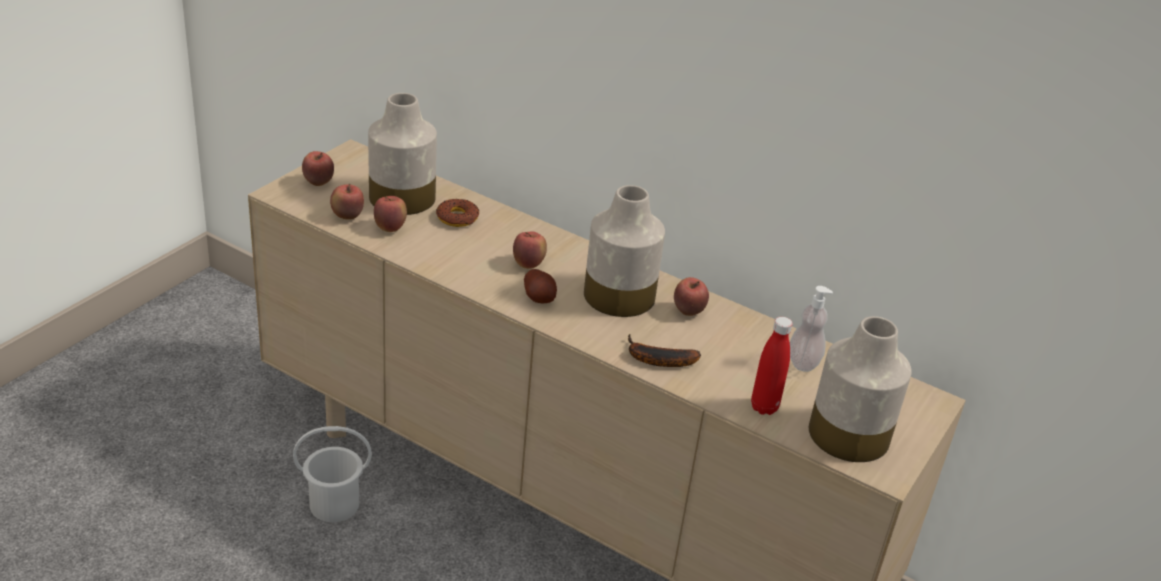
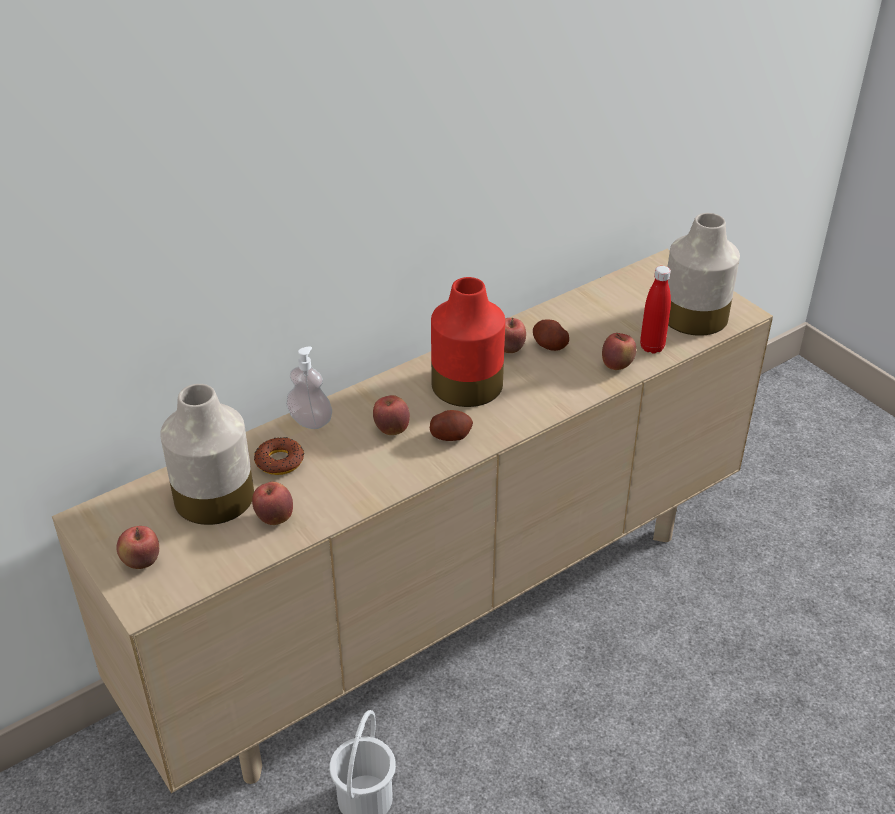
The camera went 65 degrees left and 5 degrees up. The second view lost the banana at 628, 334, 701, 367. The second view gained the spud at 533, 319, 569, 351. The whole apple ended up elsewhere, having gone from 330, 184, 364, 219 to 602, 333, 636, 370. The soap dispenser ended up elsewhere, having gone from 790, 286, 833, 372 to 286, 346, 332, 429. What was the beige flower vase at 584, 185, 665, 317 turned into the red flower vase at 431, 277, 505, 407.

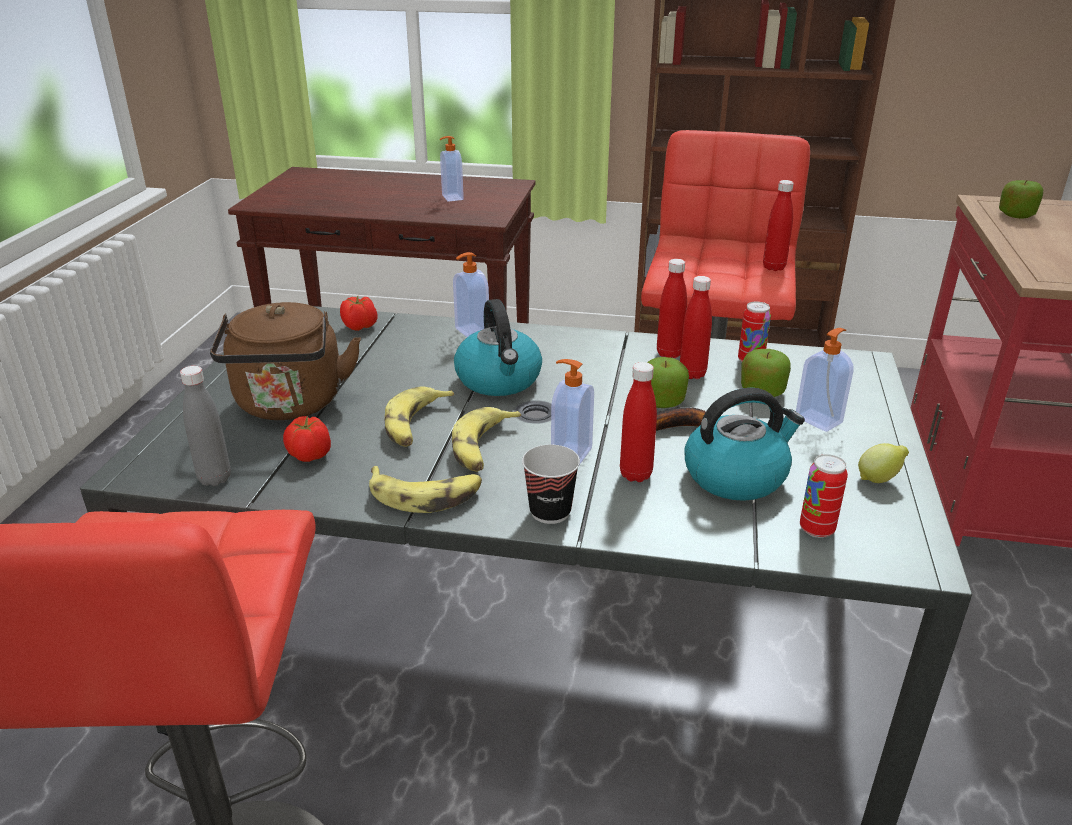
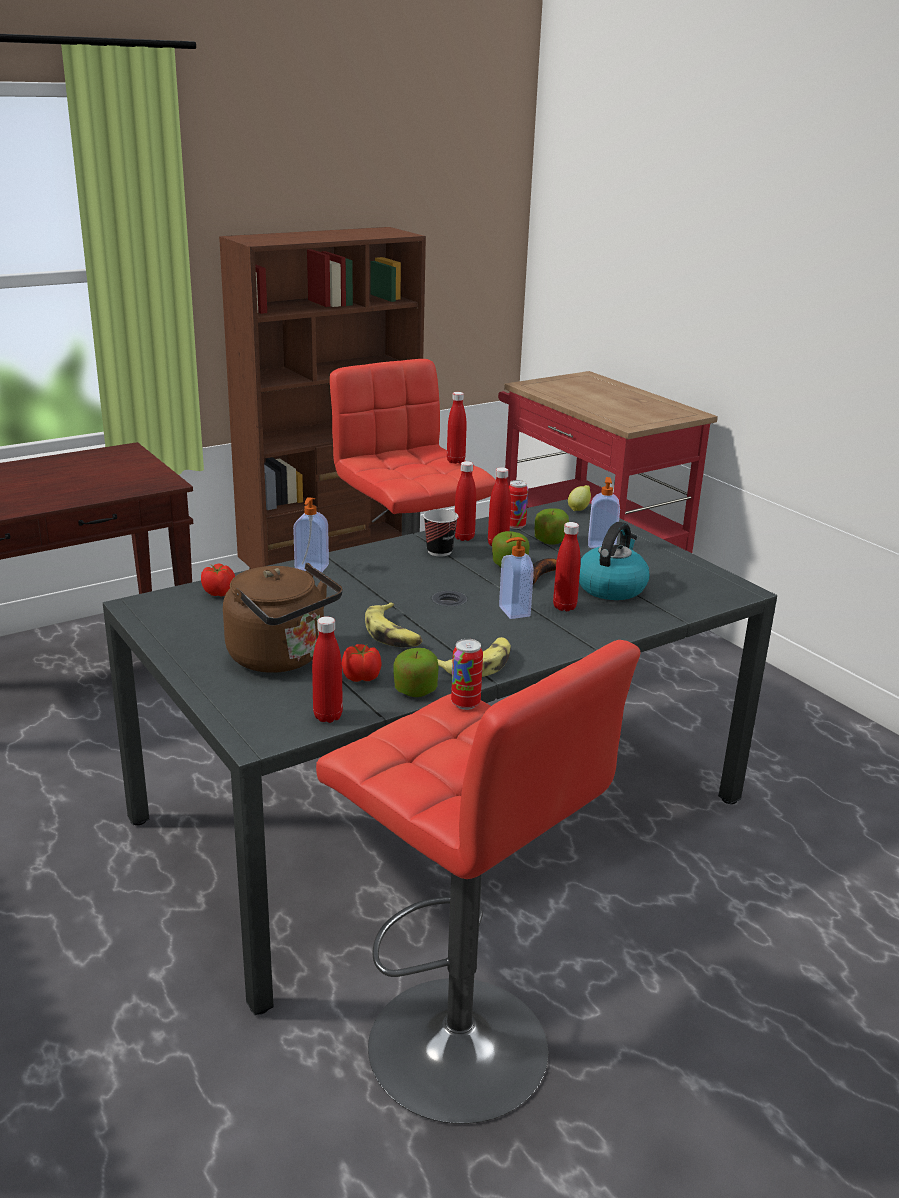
The camera went 45 degrees left and 5 degrees down. The second view lost the soap dispenser at 440, 136, 464, 202. The second view lost the banana at 452, 407, 521, 472. The second view lost the kettle at 454, 299, 542, 396. The small cup ended up elsewhere, having gone from 522, 445, 580, 524 to 423, 509, 458, 556. The sealed can ended up elsewhere, having gone from 800, 454, 848, 538 to 451, 639, 483, 710. The whole lemon ended up elsewhere, having gone from 858, 443, 909, 483 to 568, 485, 591, 511. The whole apple ended up elsewhere, having gone from 999, 180, 1043, 218 to 393, 648, 439, 697. What was the greyish bottle at 180, 366, 231, 486 turned into the red bottle at 312, 616, 343, 723.

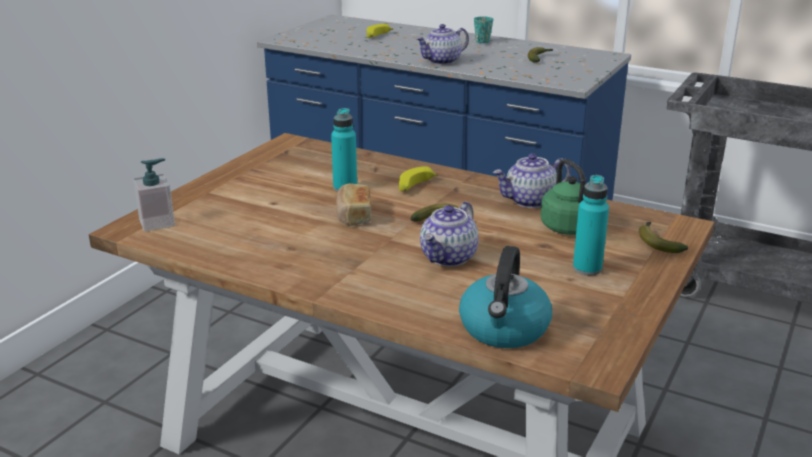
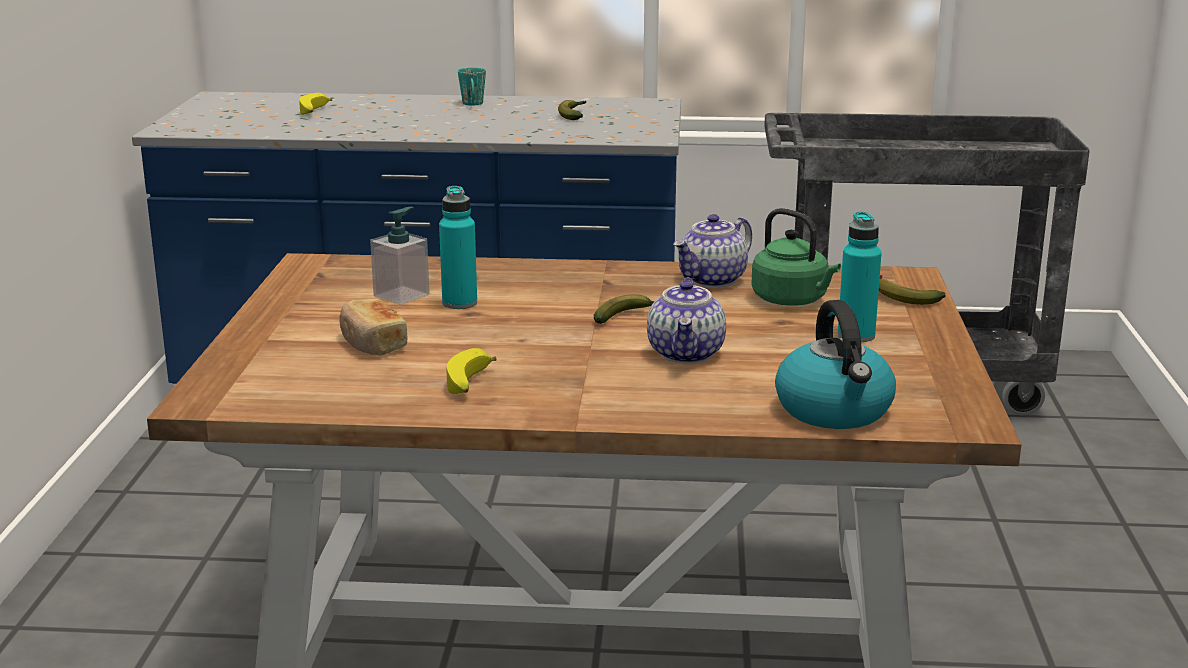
The camera went 25 degrees left and 5 degrees down. The second view lost the tea pot at 416, 24, 469, 65. The soap dispenser ended up elsewhere, having gone from 133, 158, 175, 232 to 370, 207, 430, 305. The bread ended up elsewhere, having gone from 336, 183, 371, 226 to 339, 299, 407, 355. The banana ended up elsewhere, having gone from 399, 166, 438, 191 to 447, 348, 496, 394.

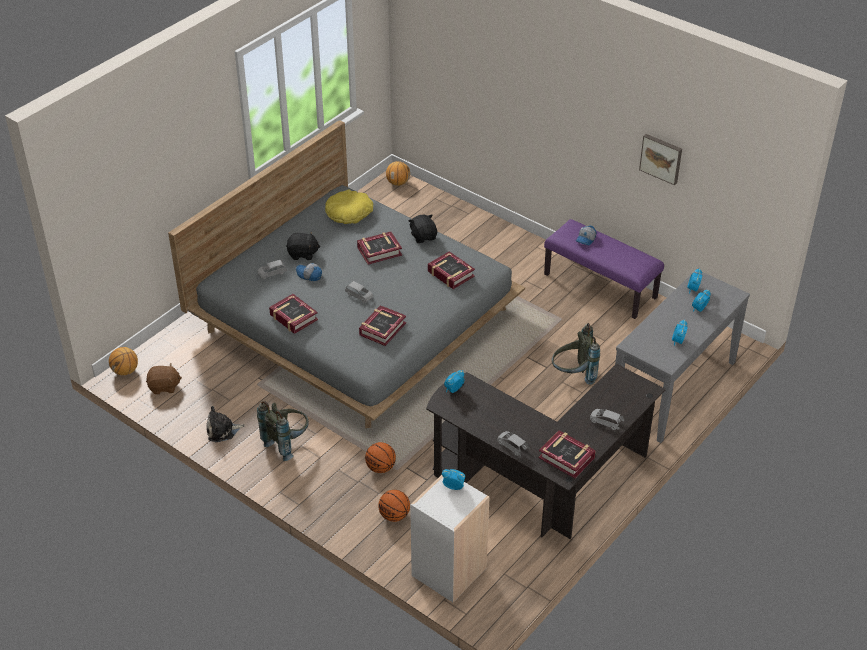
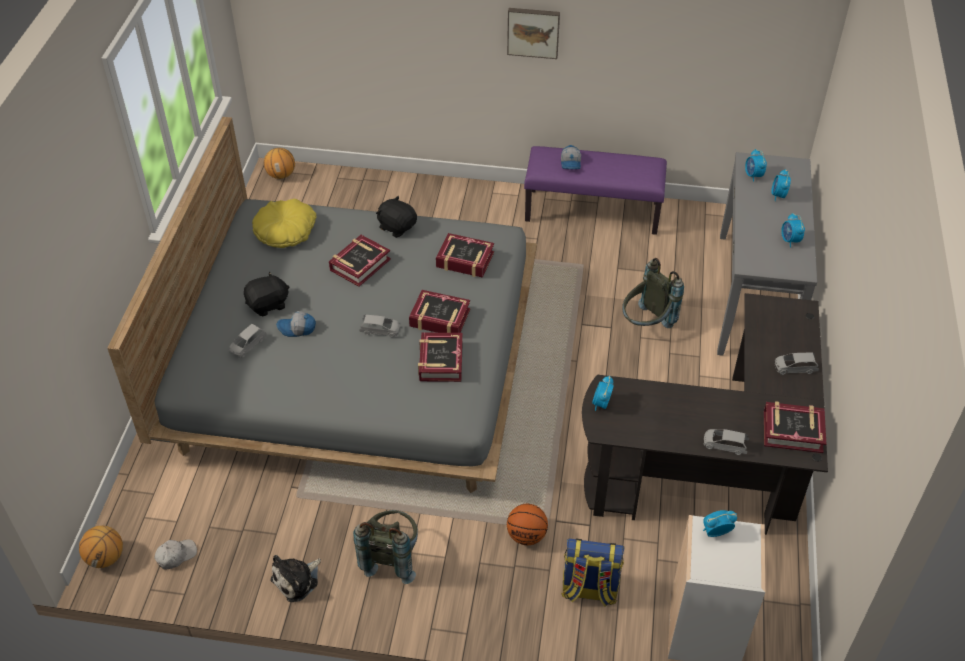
The camera went 30 degrees left and 5 degrees up. The book ended up elsewhere, having gone from 269, 294, 318, 334 to 409, 290, 470, 333. The wall picture ended up elsewhere, having gone from 639, 134, 682, 185 to 507, 8, 560, 59. Where the brownish plush toy stood at 146, 363, 182, 395, the white-coloured peaked cap came to stand at 154, 539, 197, 570. Where the ball for basketball stood at 378, 490, 410, 522, the knapsack came to stand at 561, 539, 625, 606.

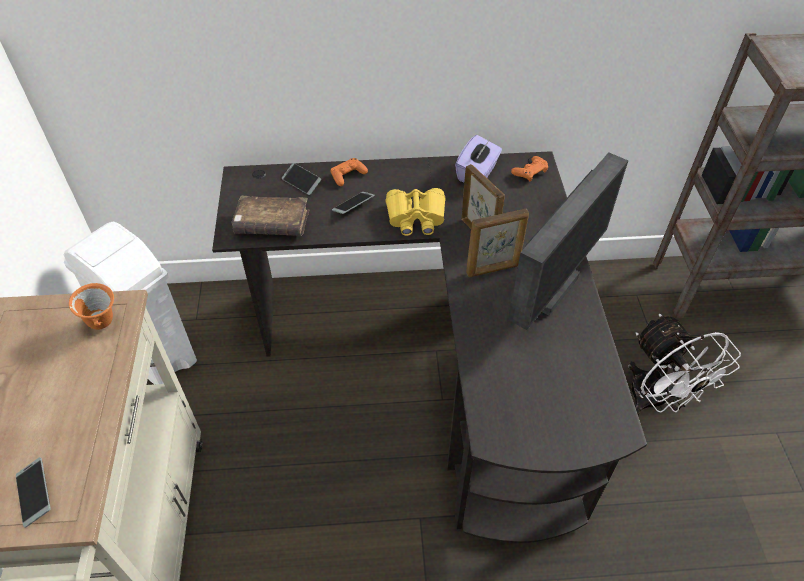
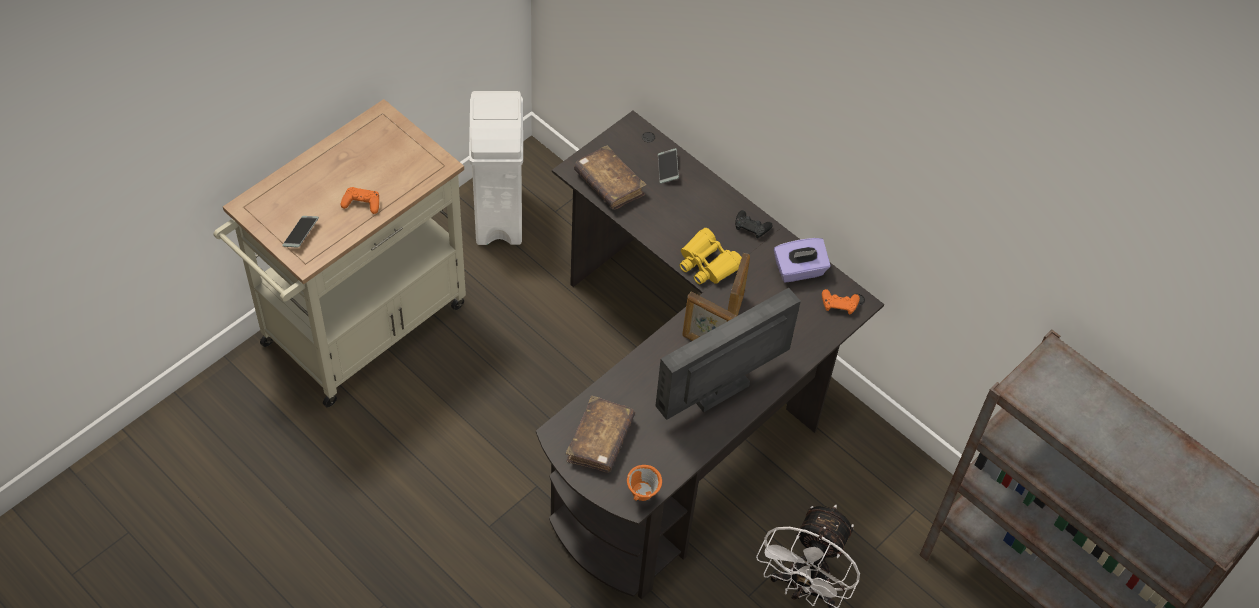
The camera went 45 degrees right and 5 degrees up. The second view lost the phone at 332, 192, 375, 214. The second view gained the brownish book at 566, 396, 635, 472. The second view gained the black joypad at 735, 210, 773, 239. The orange-coloured tea mug ended up elsewhere, having gone from 69, 283, 114, 330 to 627, 465, 662, 501. The orange-coloured joypad ended up elsewhere, having gone from 331, 158, 368, 186 to 341, 187, 379, 214. The computer screen at 508, 152, 628, 330 ended up facing another way, 150 degrees clockwise from before.

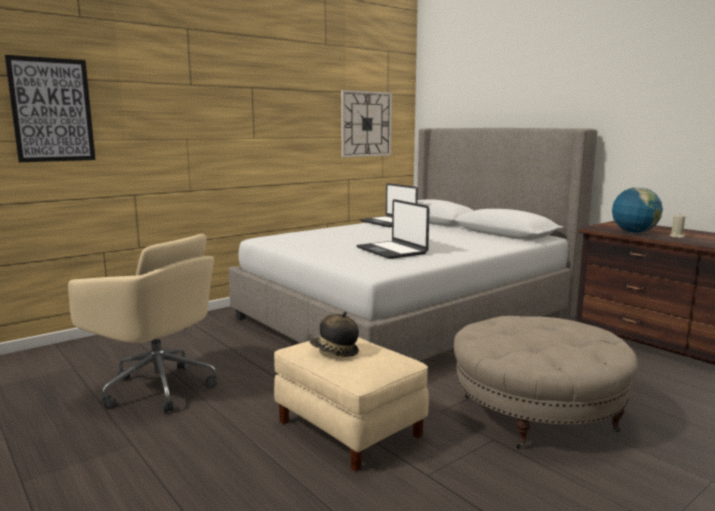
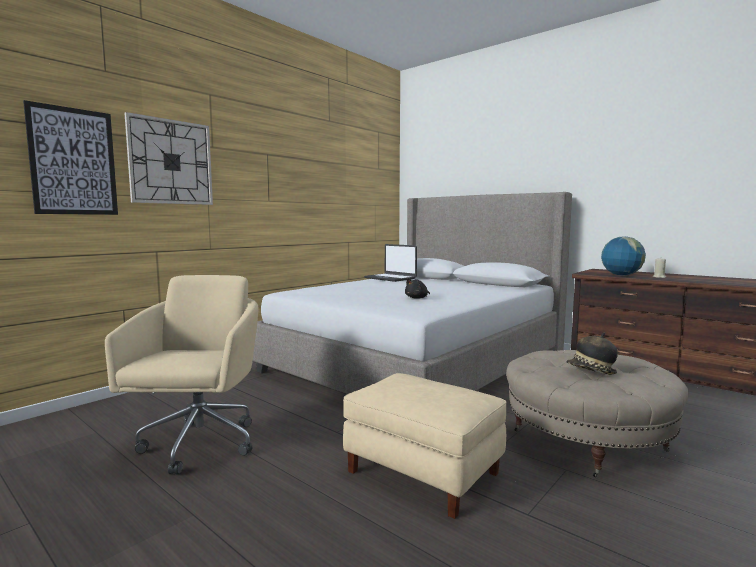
The camera went 10 degrees left and 5 degrees down. The clothing hat ended up elsewhere, having gone from 310, 312, 359, 357 to 566, 333, 618, 375. The clock on the wall ended up elsewhere, having gone from 341, 90, 392, 157 to 125, 112, 213, 205. Where the portable computer stood at 356, 199, 430, 259, the black plush toy came to stand at 405, 278, 430, 299. The beige desk chair at 68, 234, 217, 413 ended up facing another way, 105 degrees counterclockwise from before.

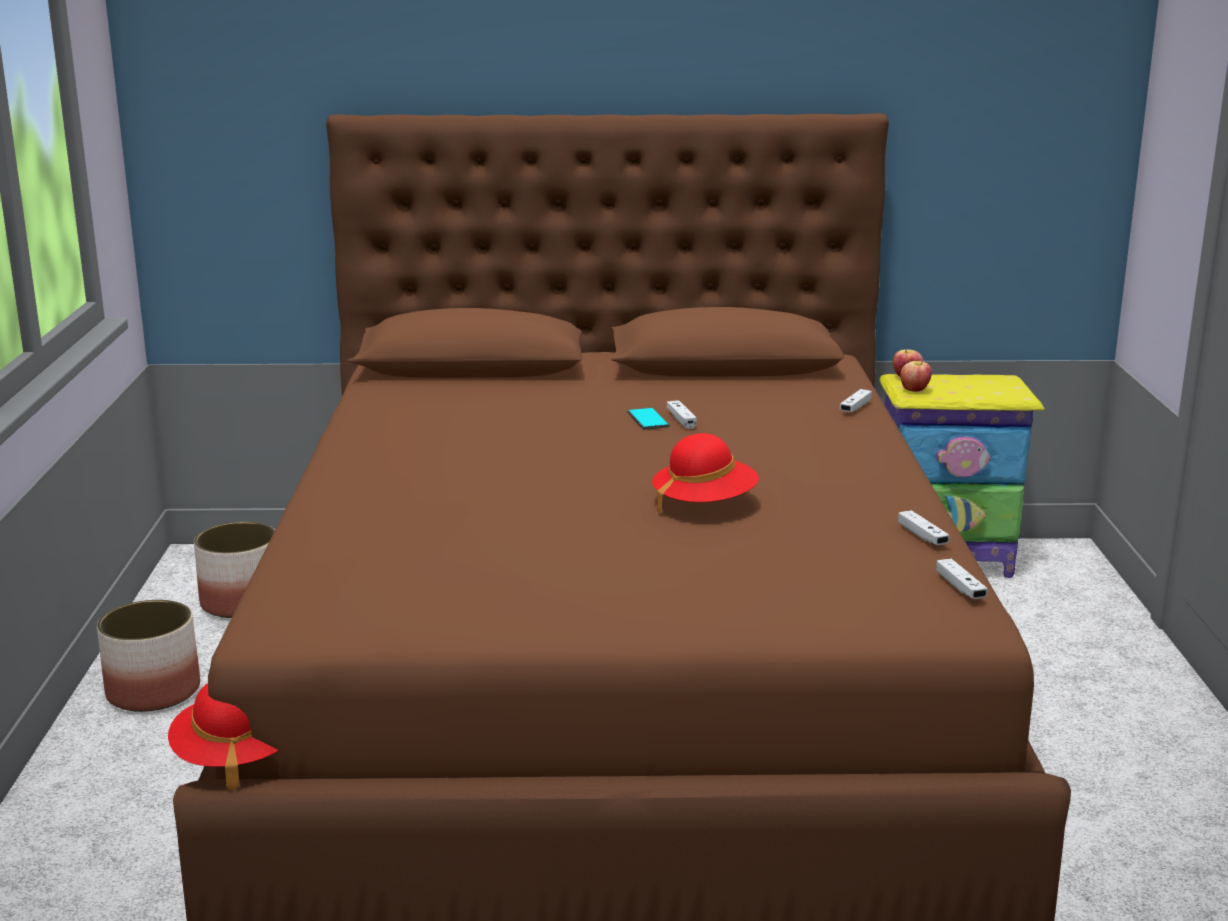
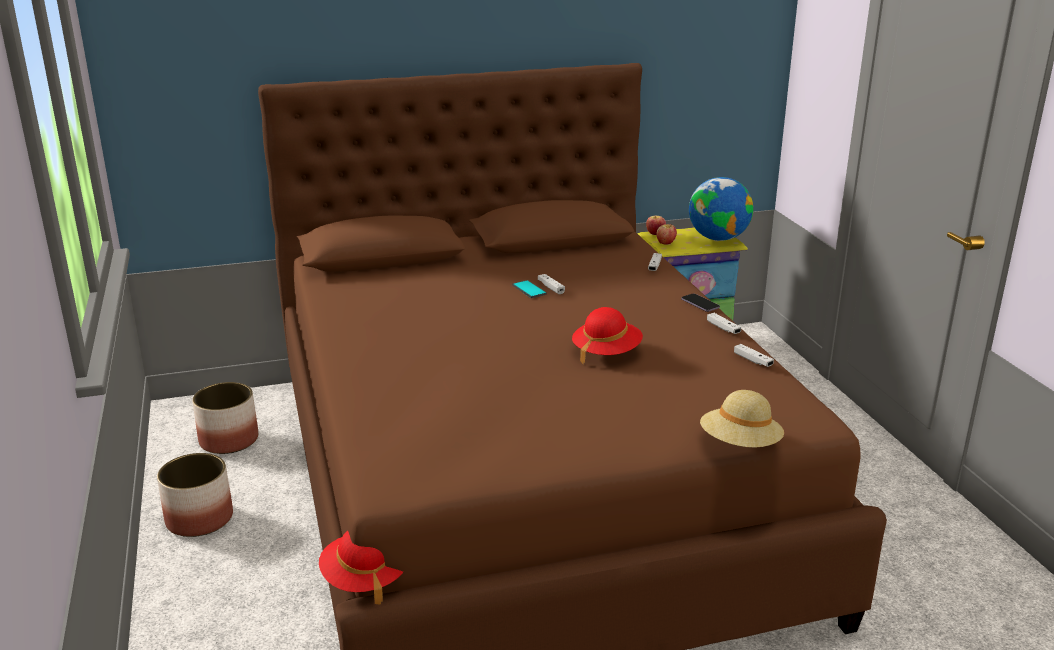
The camera went 15 degrees left and 5 degrees up. The second view gained the phone at 681, 294, 720, 312. The second view gained the globe at 689, 177, 753, 241. The second view gained the beige clothing hat at 700, 390, 784, 448. The white-coloured joypad ended up elsewhere, having gone from 936, 559, 988, 599 to 707, 313, 741, 334.

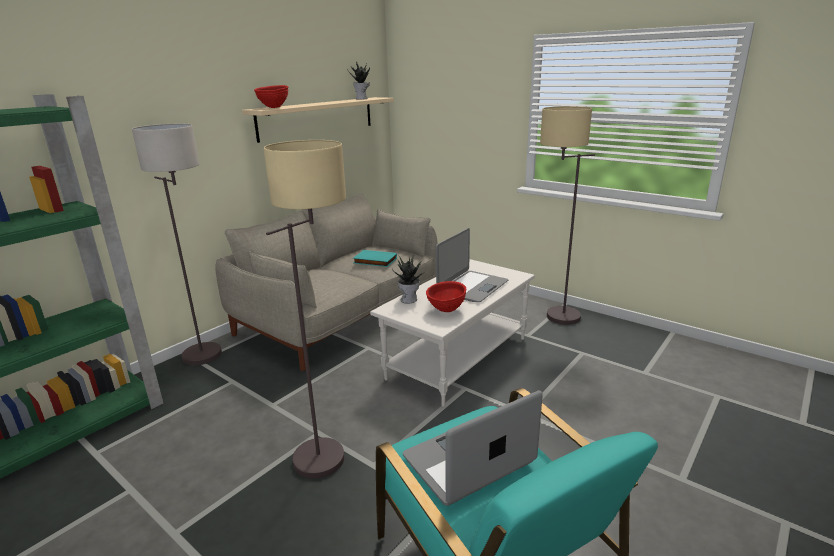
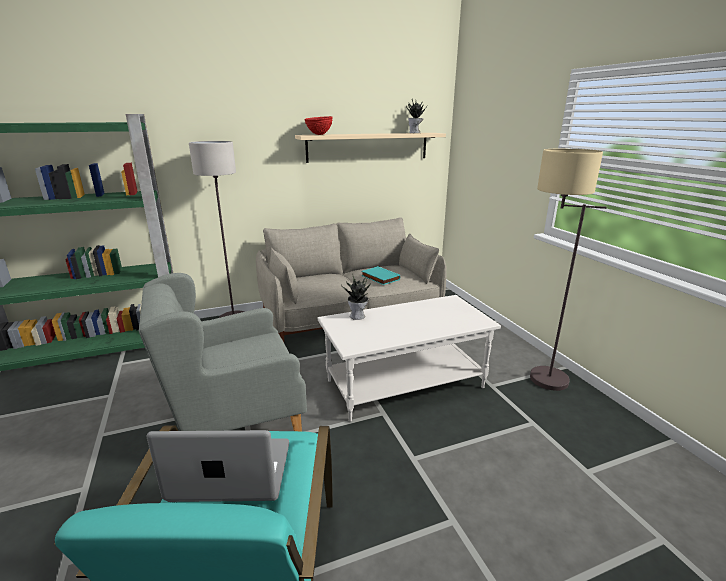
The camera went 30 degrees right and 0 degrees up. The second view lost the red bowl at 426, 281, 466, 312. The second view lost the portable computer at 436, 228, 509, 302. Where the beige standing lamp stood at 264, 140, 346, 479, the greyish lounge chair came to stand at 139, 273, 307, 431.

